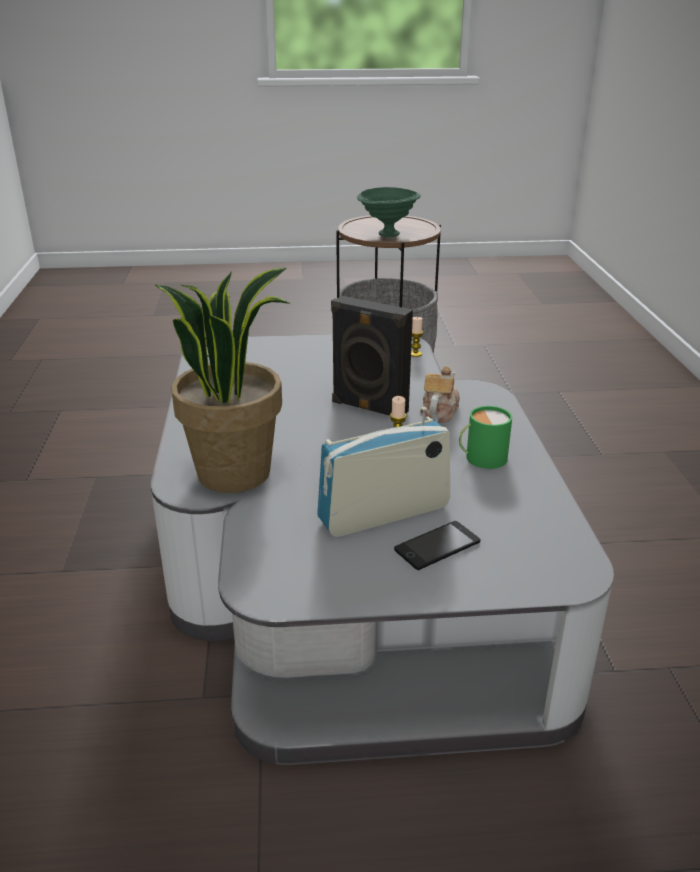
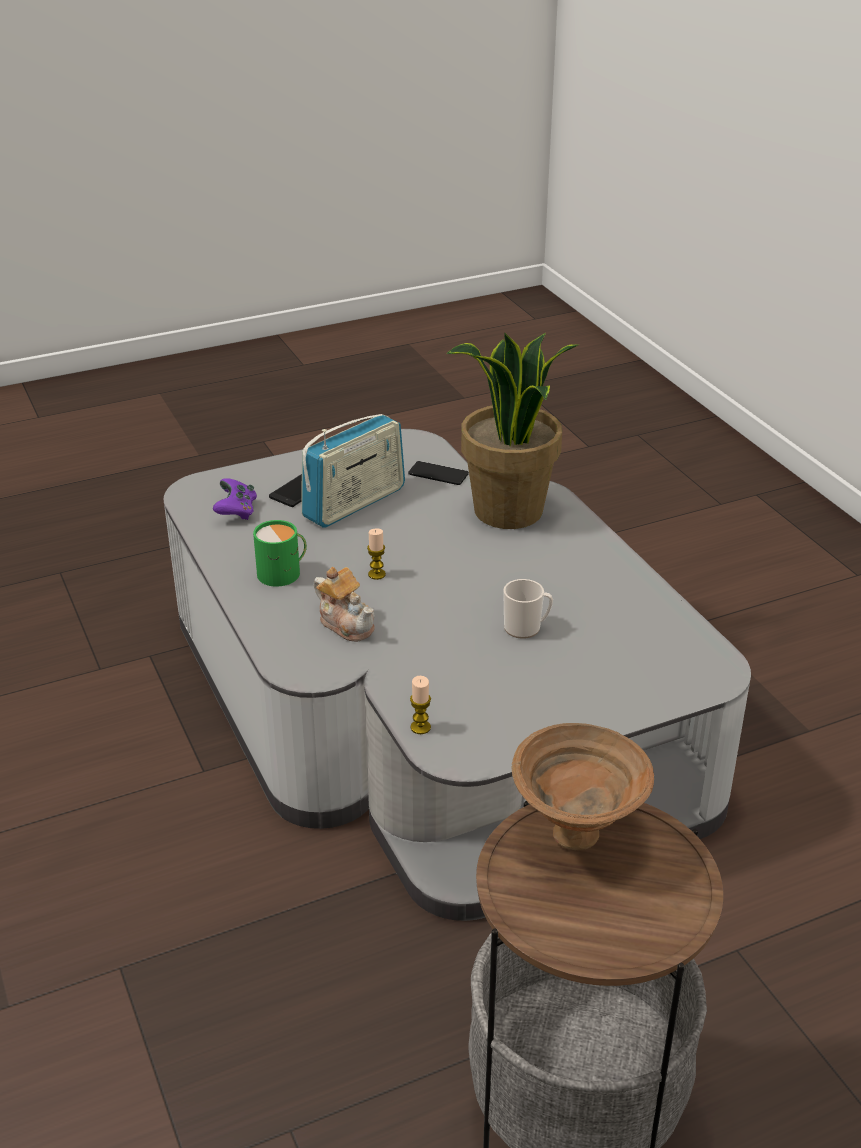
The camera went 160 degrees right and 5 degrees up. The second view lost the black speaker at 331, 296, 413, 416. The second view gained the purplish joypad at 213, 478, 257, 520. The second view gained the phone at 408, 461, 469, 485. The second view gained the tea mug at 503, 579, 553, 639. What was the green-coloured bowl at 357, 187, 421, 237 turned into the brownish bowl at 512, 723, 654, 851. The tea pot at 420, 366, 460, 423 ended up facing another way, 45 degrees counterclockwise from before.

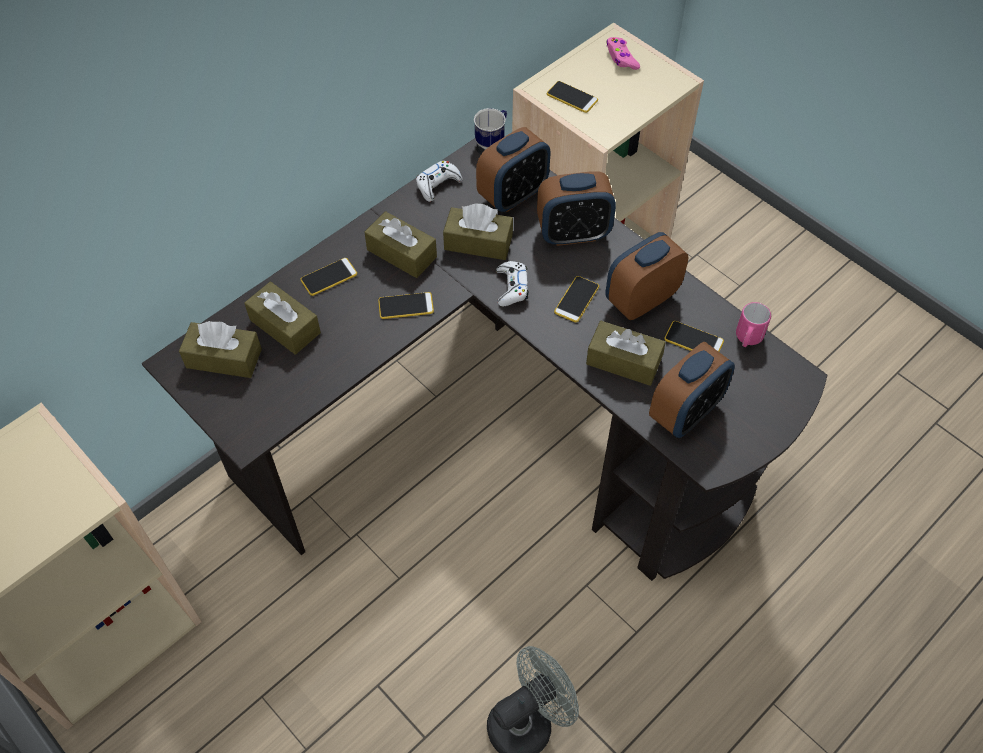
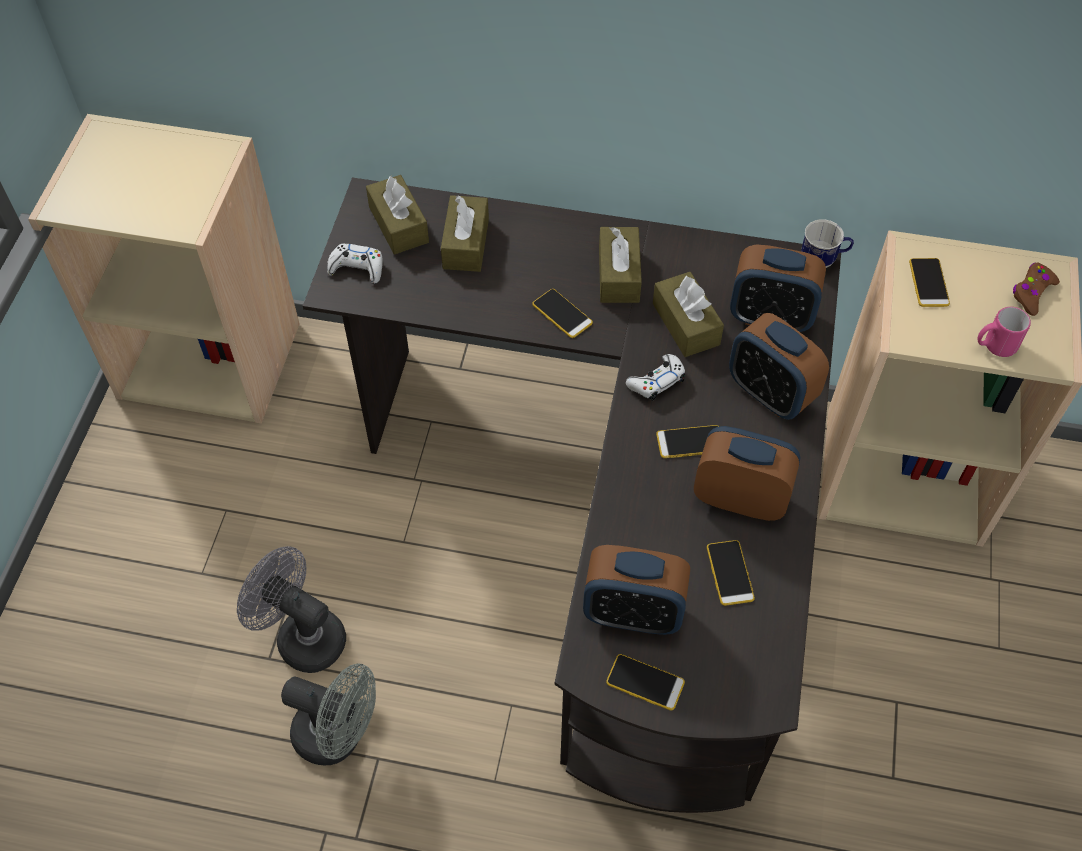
The camera went 55 degrees right and 0 degrees up. The second view lost the brownish tissue holder at 586, 321, 666, 386. The second view gained the greyish cooling fan at 237, 546, 346, 673. The phone ended up elsewhere, having gone from 300, 258, 357, 296 to 606, 654, 685, 710. The white-coloured joypad ended up elsewhere, having gone from 416, 161, 463, 202 to 327, 243, 383, 283. The pinkish tea mug ended up elsewhere, having gone from 736, 302, 771, 347 to 978, 307, 1031, 357. What was the pinkish joypad at 607, 37, 640, 70 turned into the brownish joypad at 1013, 263, 1060, 316.

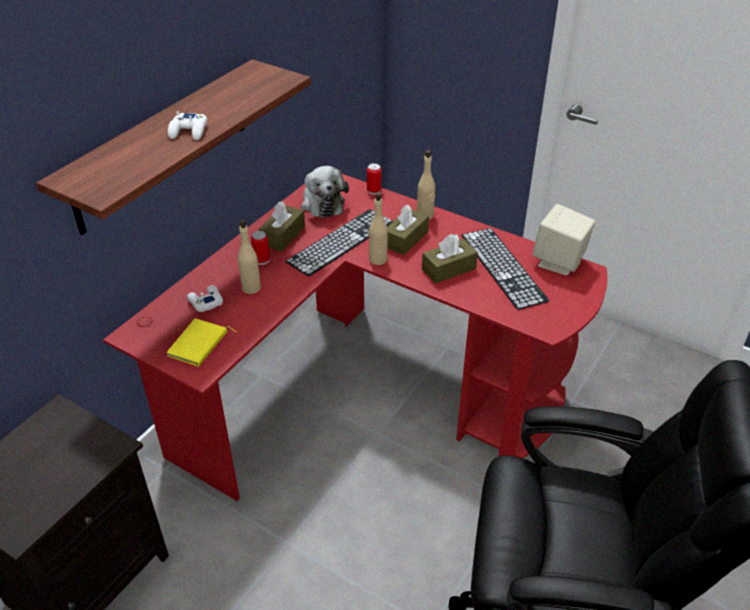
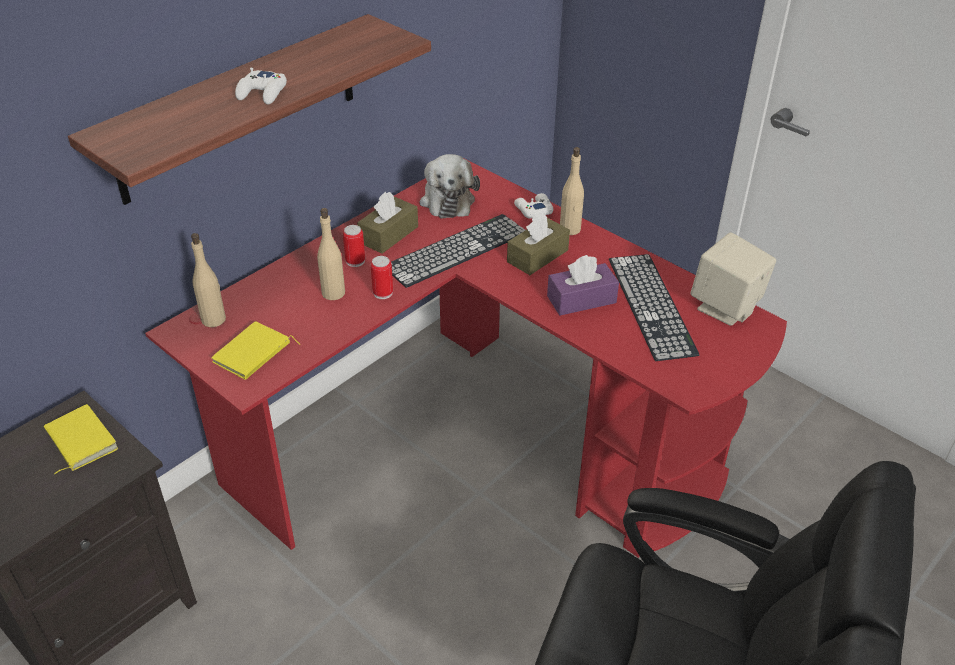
The camera went 10 degrees right and 0 degrees up. The second view gained the yellowish book at 44, 404, 118, 474. The white-coloured joypad ended up elsewhere, having gone from 187, 285, 223, 312 to 514, 193, 553, 218. The sealed can ended up elsewhere, having gone from 367, 163, 381, 195 to 371, 256, 393, 299. The beige bottle ended up elsewhere, having gone from 369, 192, 388, 265 to 191, 233, 226, 327. What was the brownish tissue holder at 422, 234, 478, 284 turned into the purplish tissue holder at 547, 255, 619, 316.

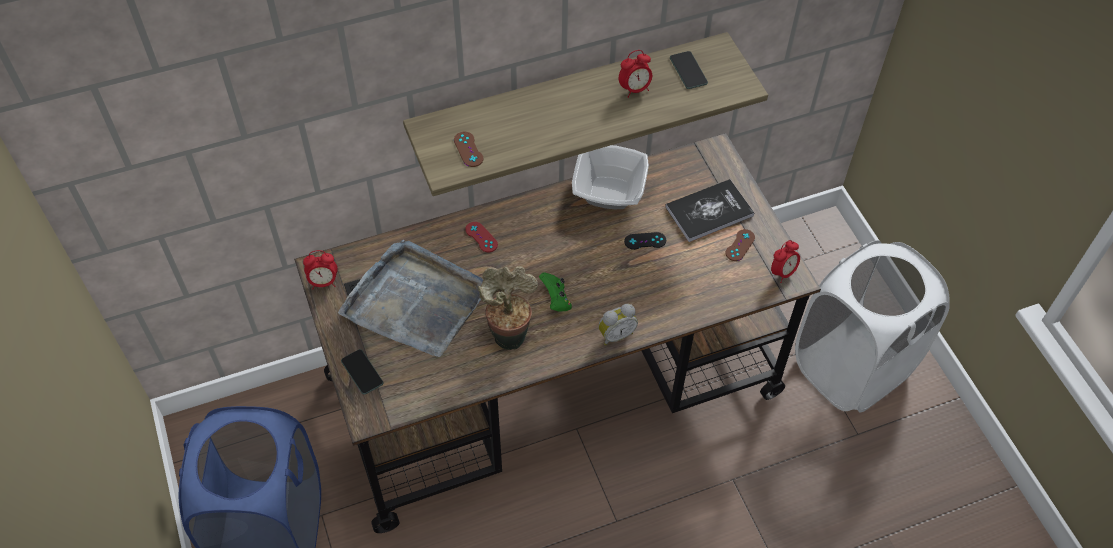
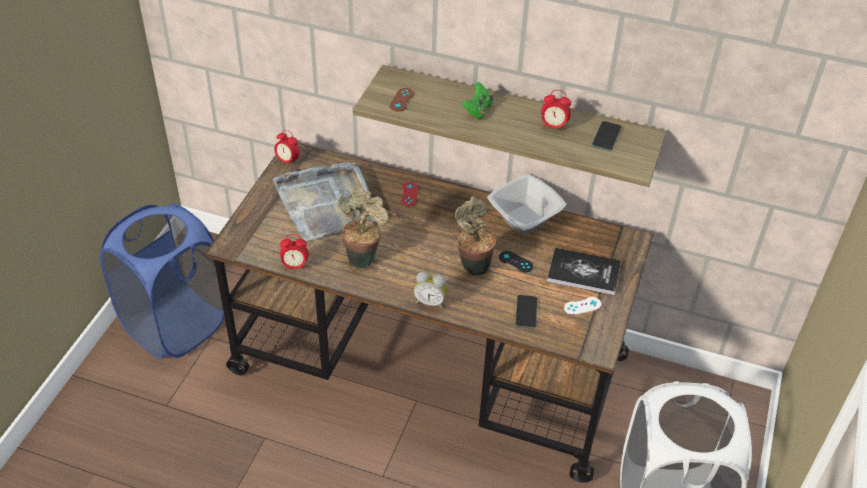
The camera went 40 degrees right and 10 degrees down. The second view gained the houseplant at 454, 196, 496, 275. The phone ended up elsewhere, having gone from 341, 349, 383, 395 to 515, 295, 538, 329. The green-coloured joypad ended up elsewhere, having gone from 539, 272, 572, 312 to 462, 82, 493, 119. The bedside clock ended up elsewhere, having gone from 771, 240, 800, 283 to 280, 234, 309, 271. What was the brownish joypad at 725, 229, 755, 261 turned into the white-coloured joypad at 564, 297, 601, 315.

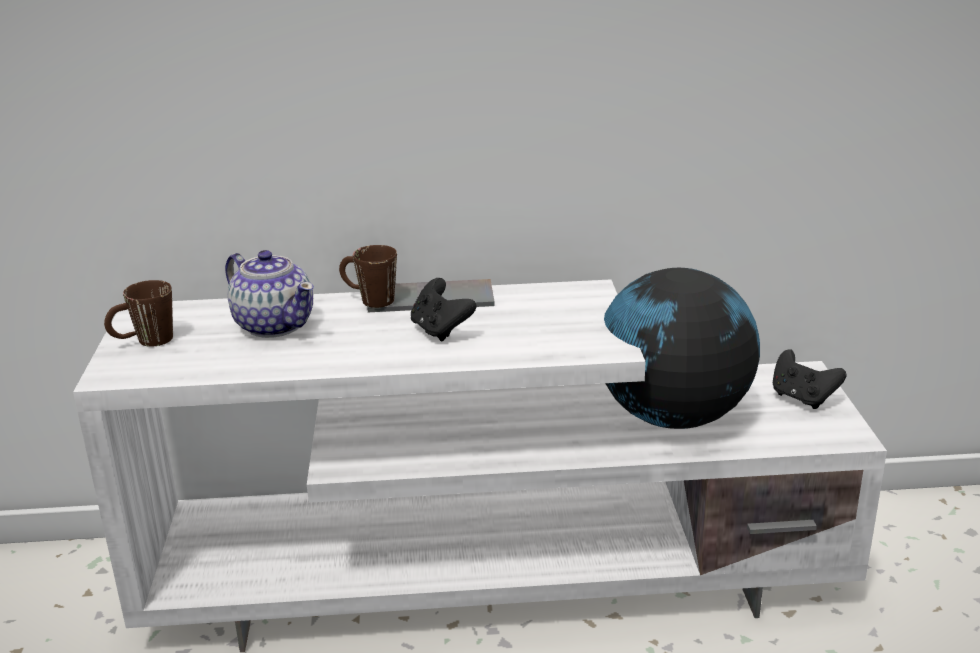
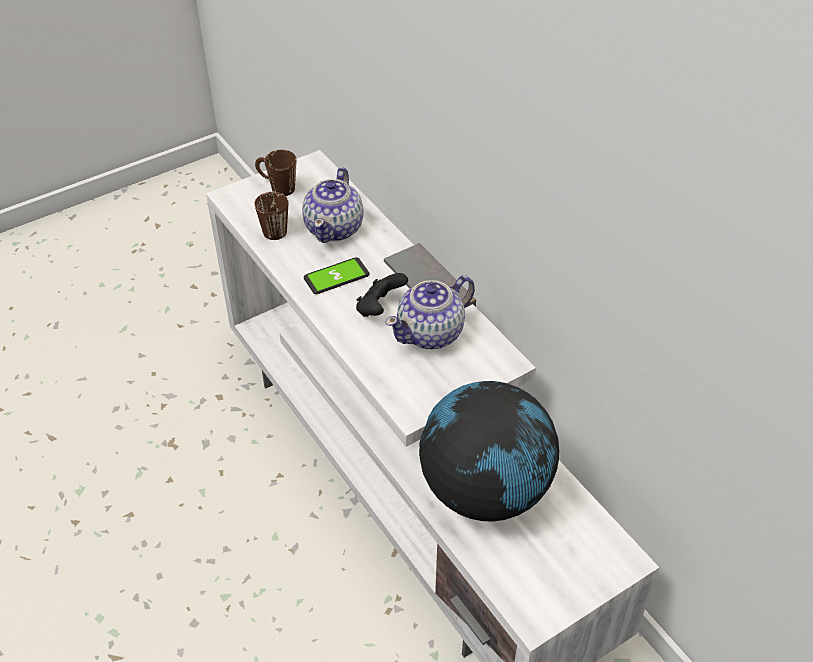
The camera went 60 degrees right and 20 degrees up. The second view lost the black joypad at 773, 349, 846, 409. The second view gained the phone at 304, 257, 369, 294. The second view gained the tea pot at 385, 275, 475, 349. The brownish tea mug ended up elsewhere, having gone from 339, 245, 397, 308 to 255, 191, 288, 240.

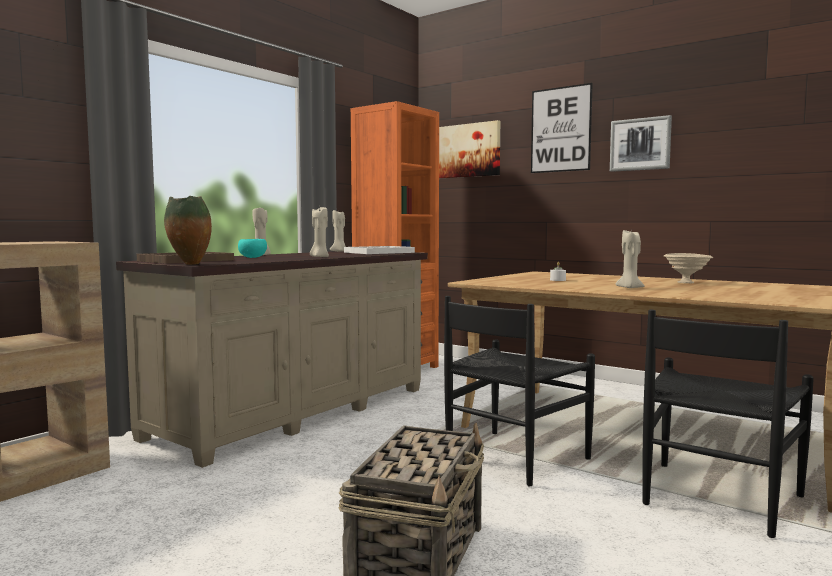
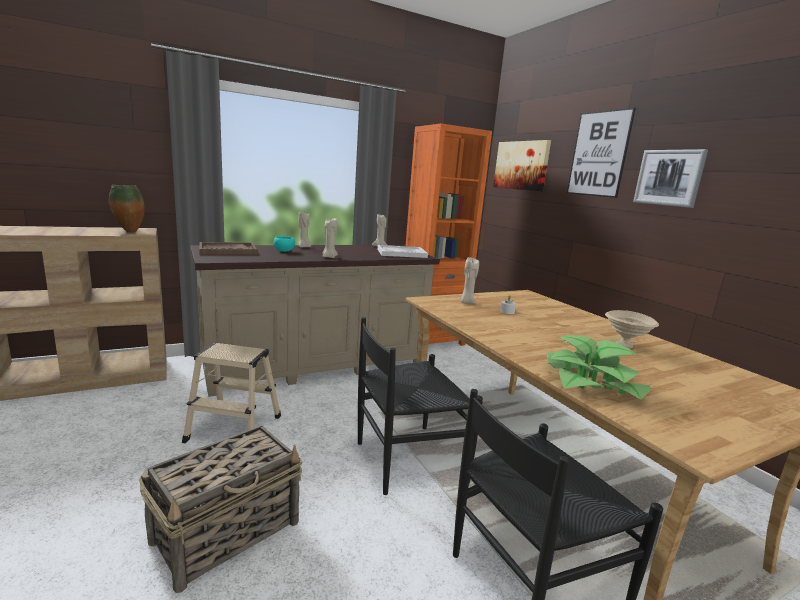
The camera went 25 degrees right and 10 degrees up. The second view gained the beige step ladder at 182, 342, 281, 443. The second view gained the houseplant at 547, 335, 651, 400. The flower vase ended up elsewhere, having gone from 164, 196, 212, 265 to 109, 185, 145, 232. The beige wax light ended up elsewhere, having gone from 615, 230, 645, 288 to 460, 257, 479, 304.

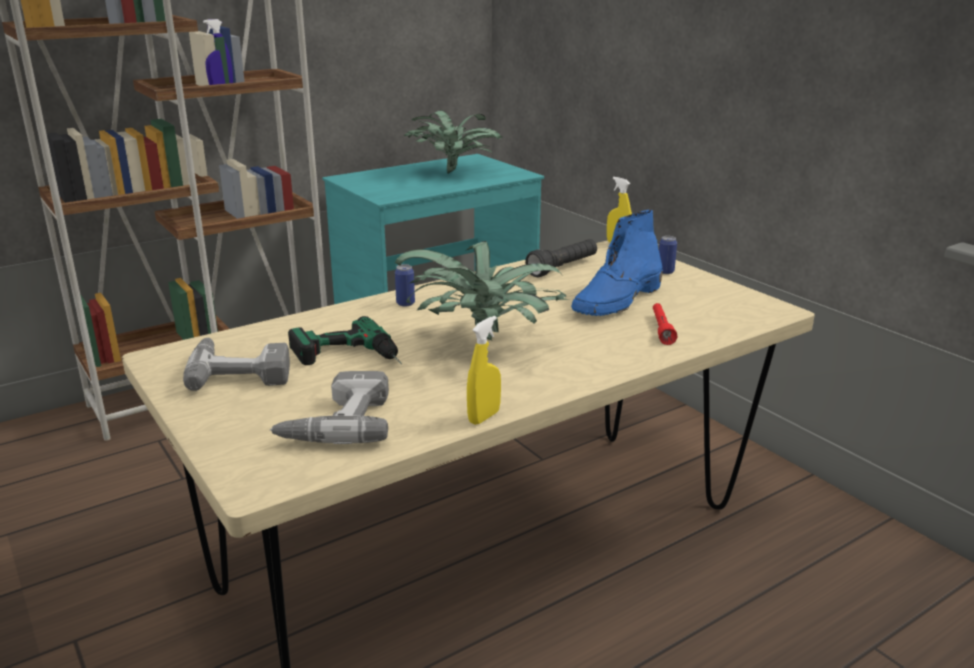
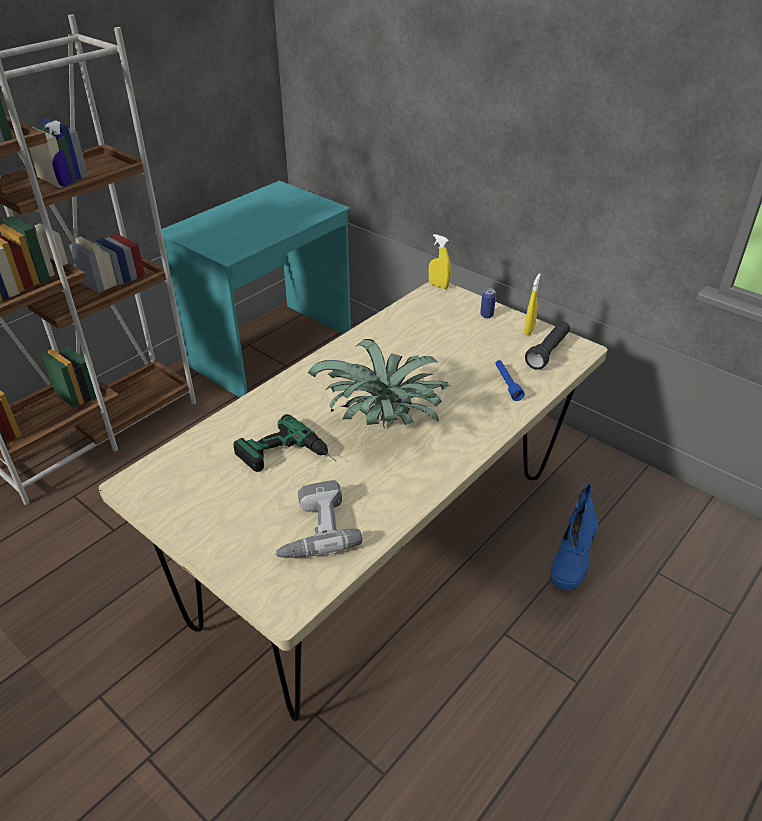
The camera went 15 degrees left and 15 degrees up. The second view lost the drill at 183, 338, 290, 391. The second view lost the sealed can at 395, 264, 415, 306. The second view lost the houseplant at 404, 110, 503, 173. The yellowish hand sprayer ended up elsewhere, having gone from 467, 316, 501, 425 to 524, 274, 541, 335. The black torch ended up elsewhere, having gone from 525, 239, 597, 278 to 525, 321, 570, 370. The blue-coloured boot ended up elsewhere, having gone from 571, 209, 663, 316 to 551, 483, 598, 591. What was the red torch at 653, 303, 677, 345 turned into the blue-coloured torch at 495, 360, 525, 401.

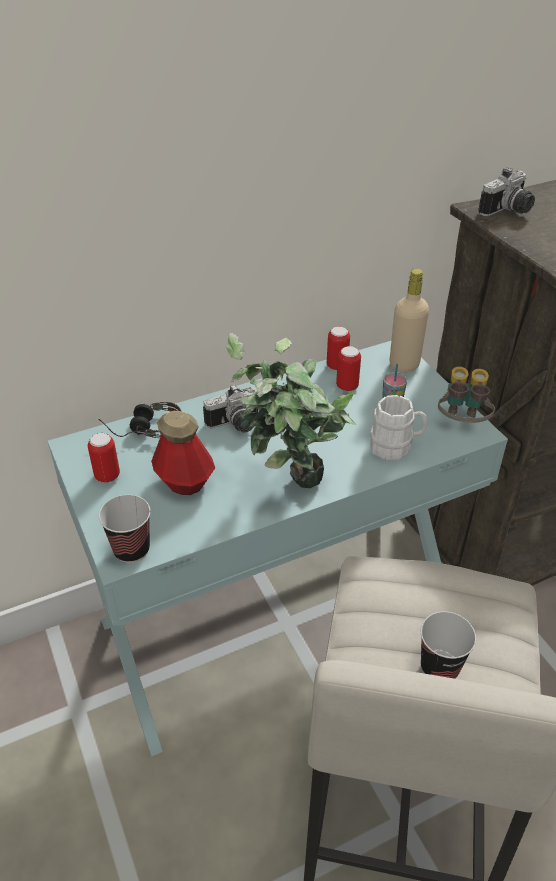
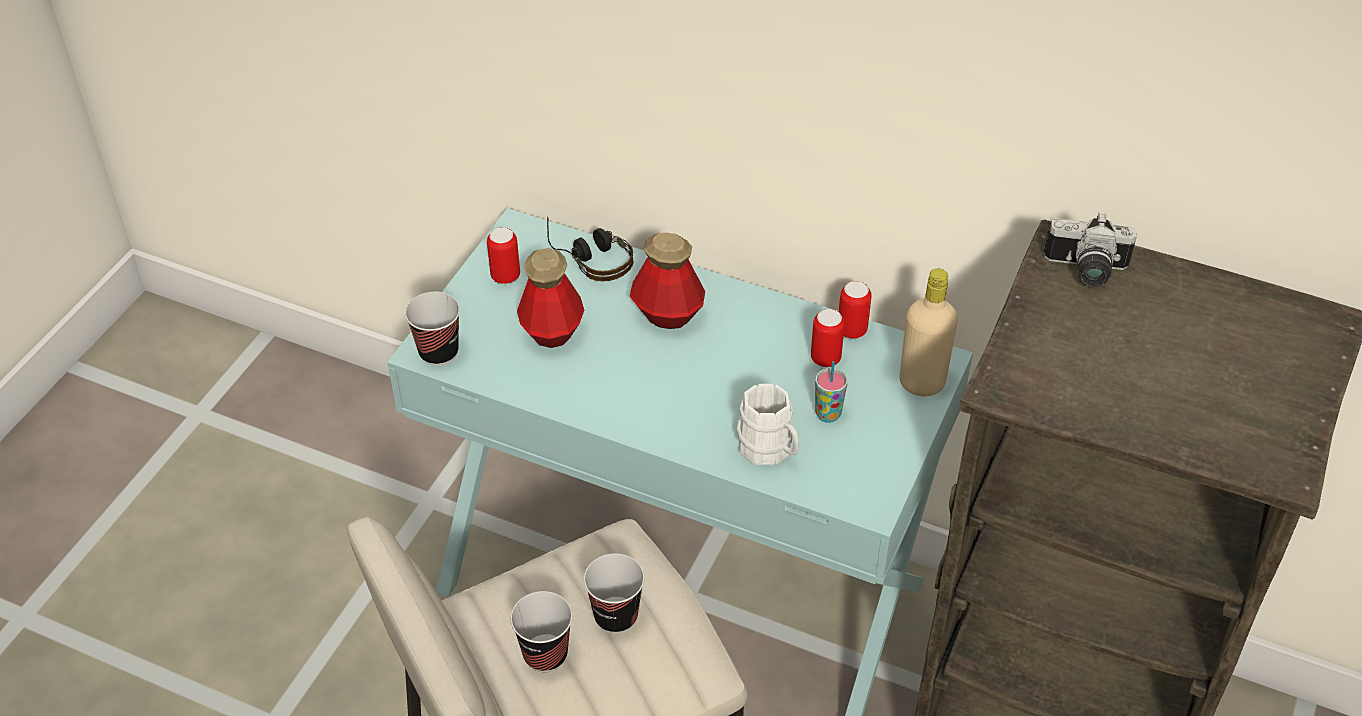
The camera went 50 degrees right and 5 degrees up. The second view lost the houseplant at 226, 333, 356, 488. The second view lost the pair of binoculars at 438, 367, 495, 423. The second view gained the small cup at 584, 553, 645, 633. Where the still camera stood at 203, 384, 259, 433, the bottle came to stand at 630, 232, 705, 329.

